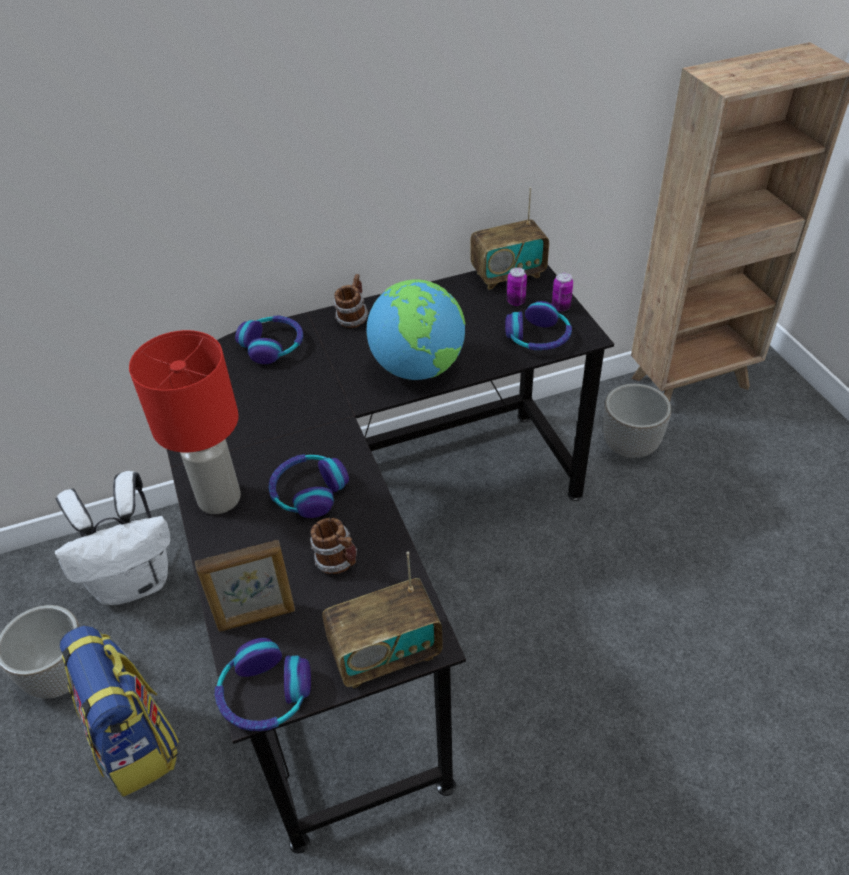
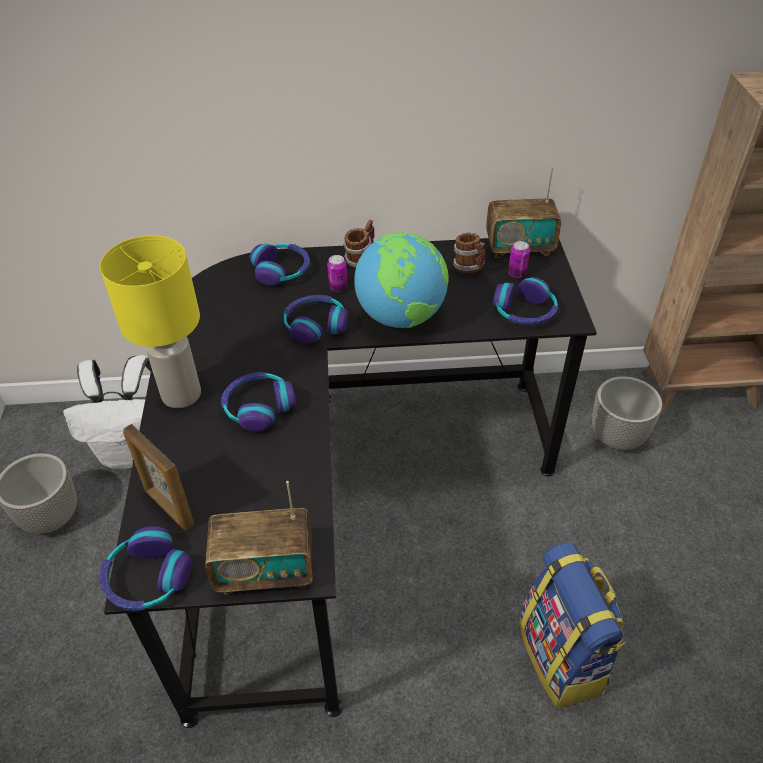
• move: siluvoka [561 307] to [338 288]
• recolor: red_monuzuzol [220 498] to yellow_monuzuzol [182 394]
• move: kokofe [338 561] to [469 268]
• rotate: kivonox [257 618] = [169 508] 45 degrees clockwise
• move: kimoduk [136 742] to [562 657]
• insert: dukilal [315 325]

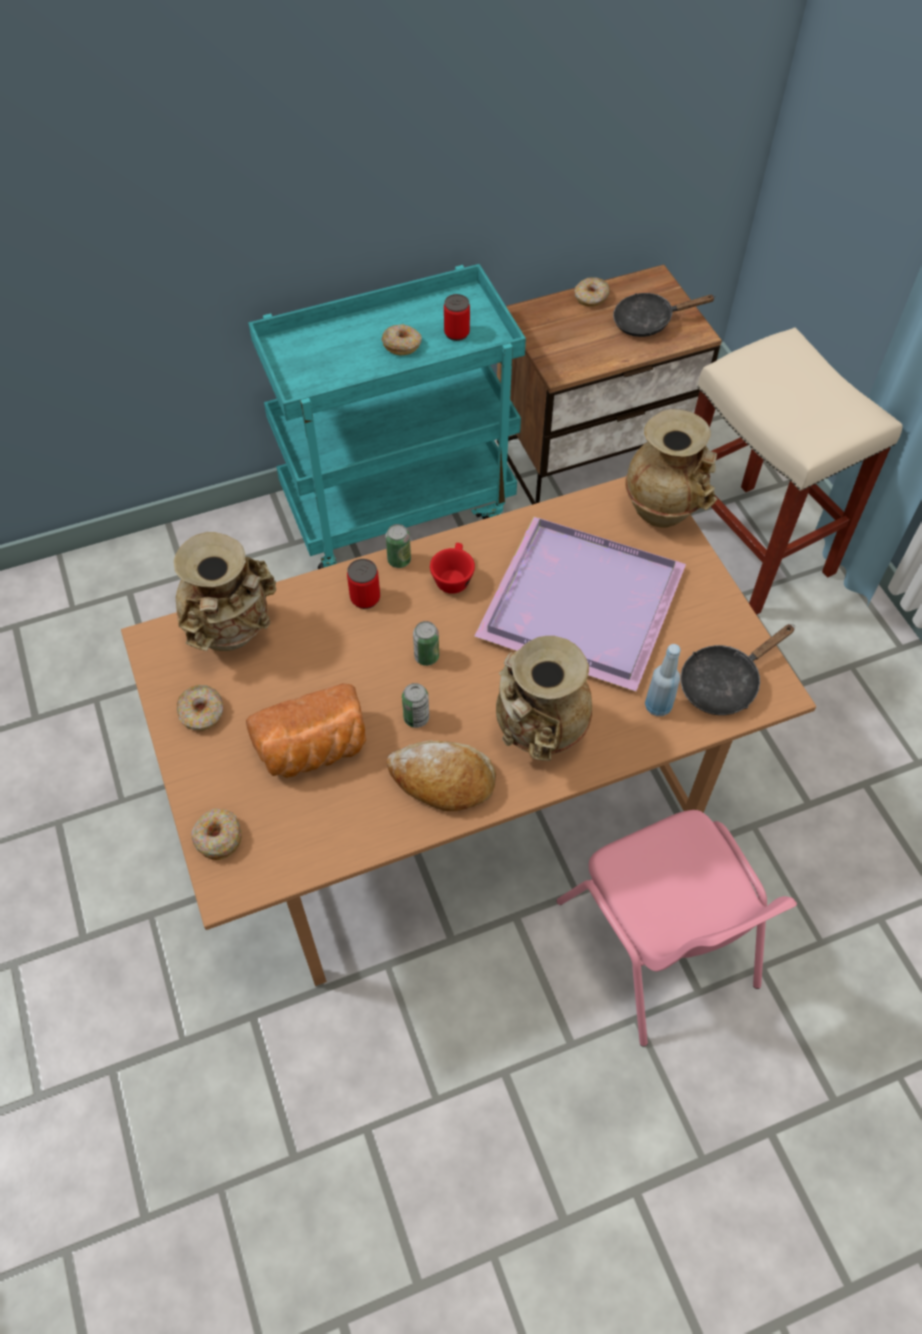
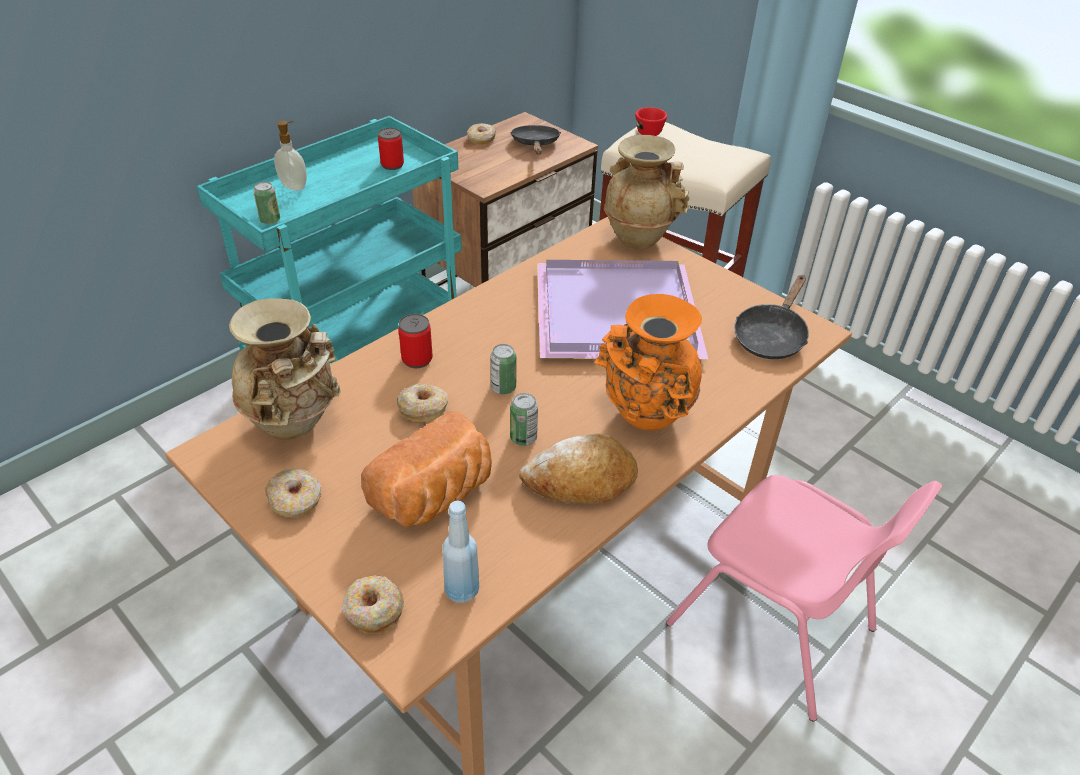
• rotate: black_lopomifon [648 322] = [535 144] 120 degrees clockwise
• move: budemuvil [402 345] to [423 408]
• move: siluvoka [399 560] to [270 220]
• move: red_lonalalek [453 577] to [647 131]
• recolor: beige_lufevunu [538 734] to orange_lufevunu [645 417]
• move: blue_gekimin [657 706] to [461 590]
• insert: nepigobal [294 186]

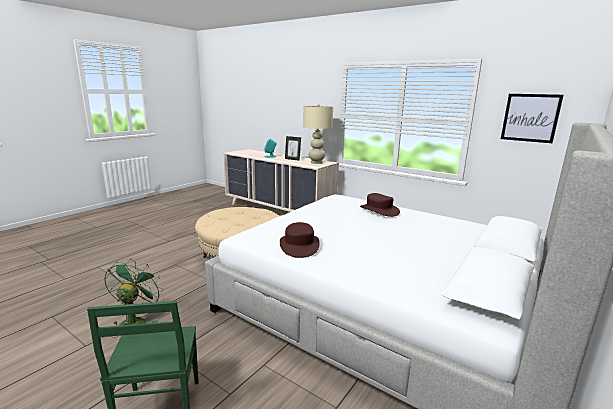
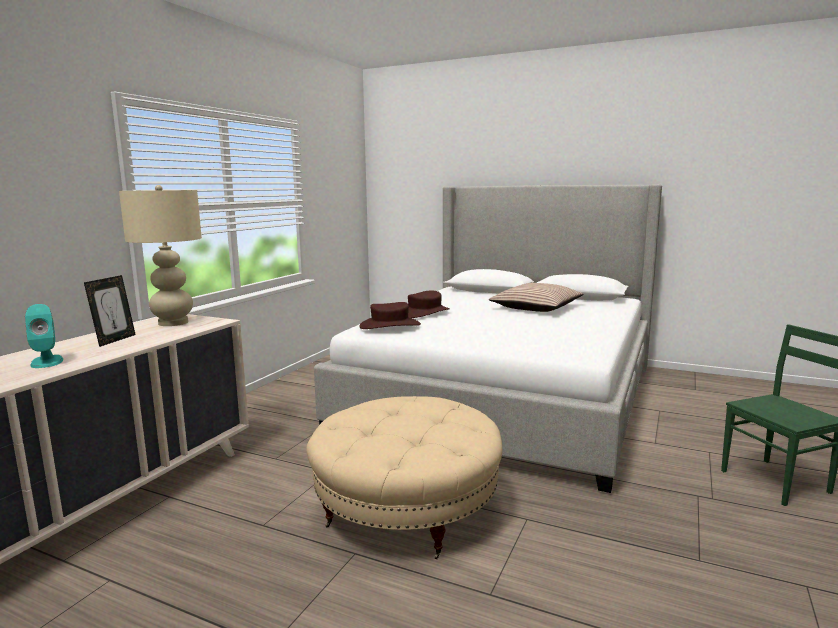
• delete: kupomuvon [530 118]
• move: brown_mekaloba [299 246] to [390 325]
• delete: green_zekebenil [134 322]
• insert: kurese [536 308]

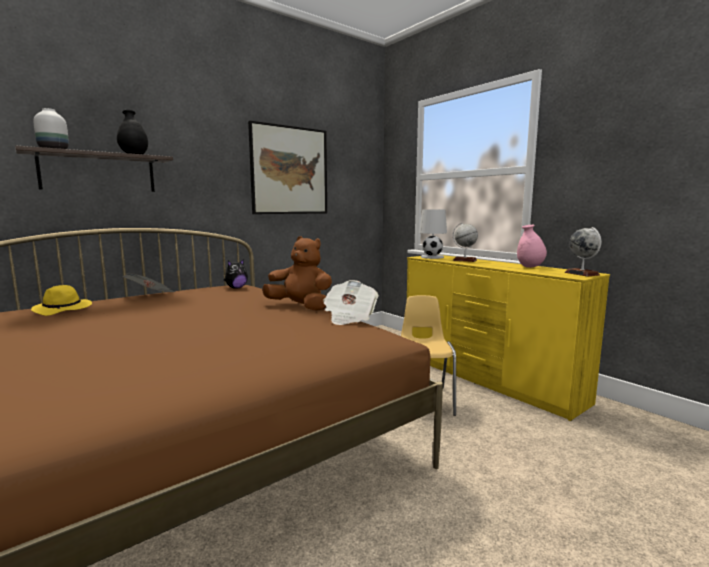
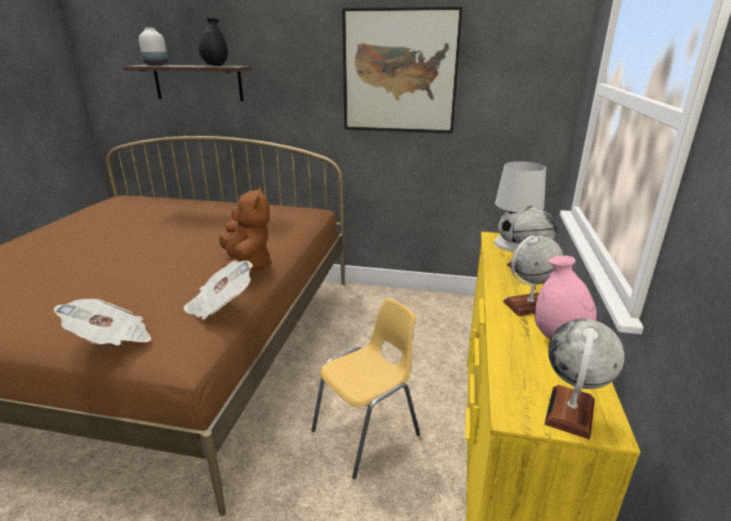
• delete: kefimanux [236 288]
• move: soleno [151 296] to [111 340]
• delete: yellow_mekaloba [63 310]
• insert: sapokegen [529 306]

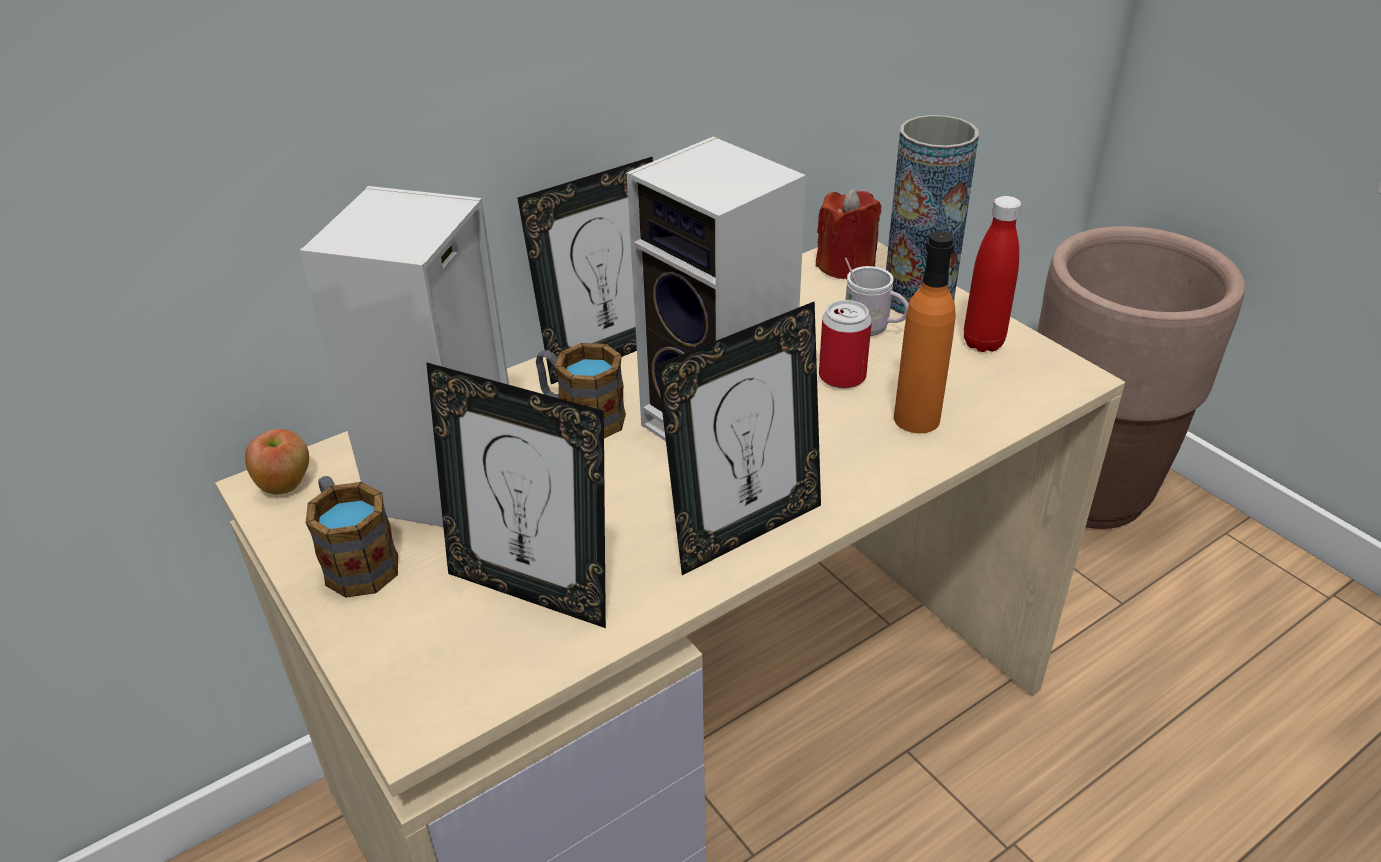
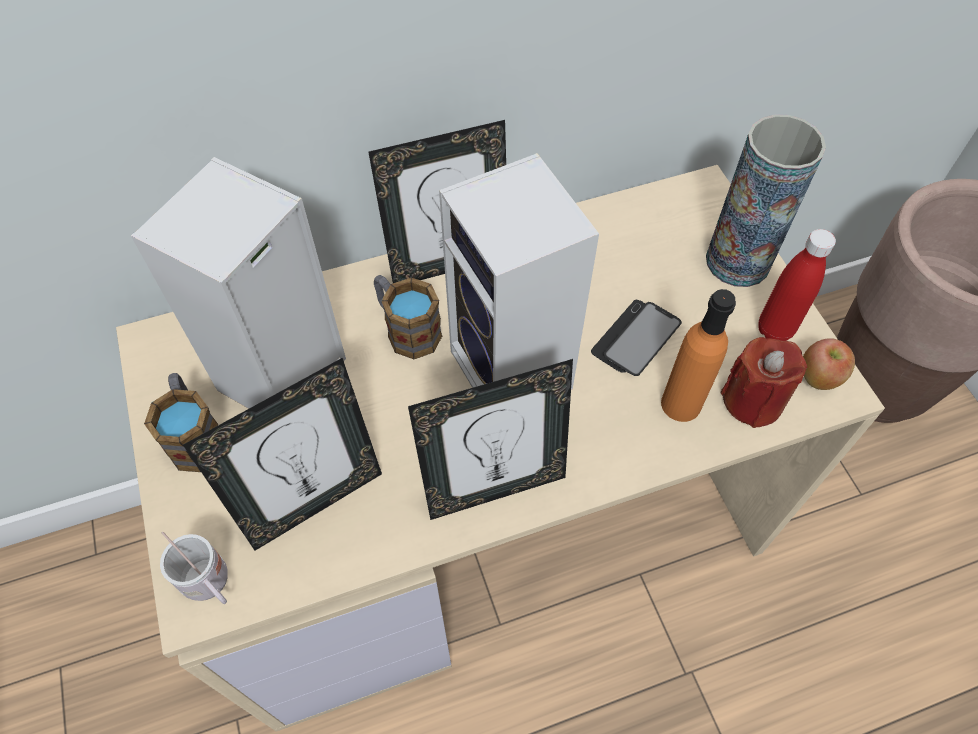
• move: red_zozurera [846 266] to [752 400]
• move: white_kokofe [872 329] to [211 585]
• replace: siluvoka [842 376] to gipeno [635 339]
• rotate: kivonox [532 589] = [314 502] 75 degrees counterclockwise
• move: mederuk [286 485] to [819 377]

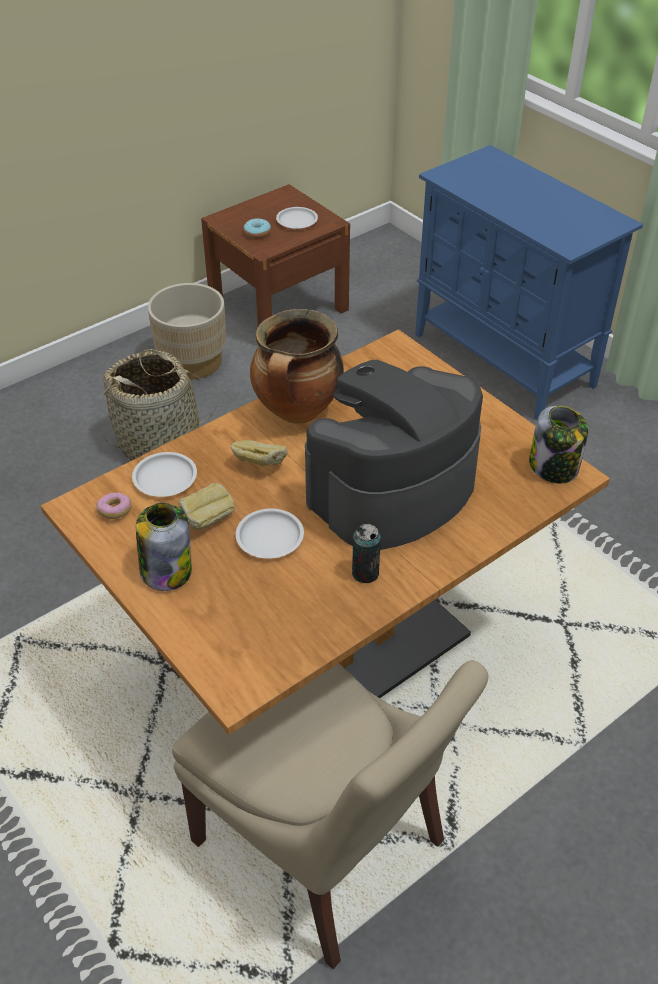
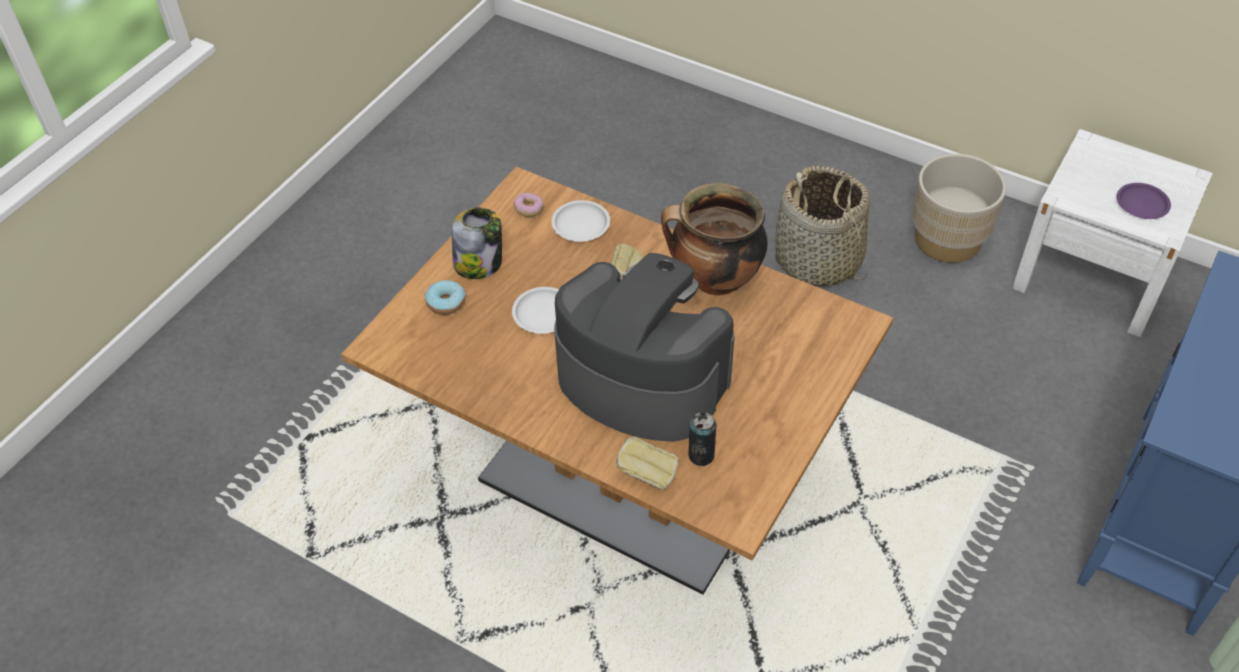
• recolor: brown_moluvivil [278 307] to white_moluvivil [1092 274]
• recolor: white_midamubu [296 221] to purple_midamubu [1141 204]
• move: budemuvil [257 233] to [446 302]
• delete: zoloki [554 467]
• move: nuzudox [207 520] to [647 474]
• move: siluvoka [365 573] to [701 455]
• delete: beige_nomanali [324 847]

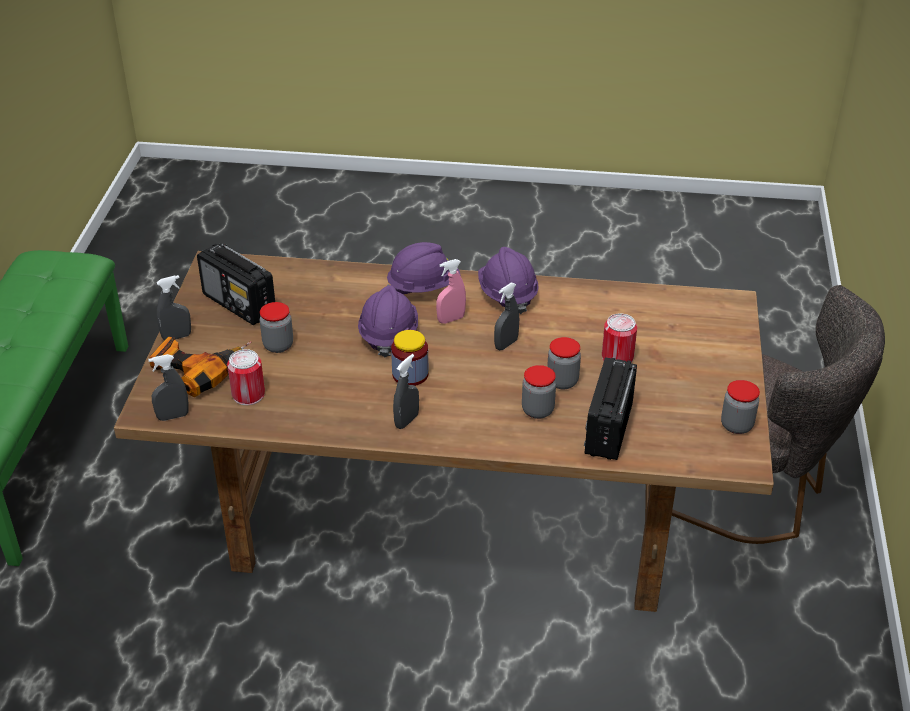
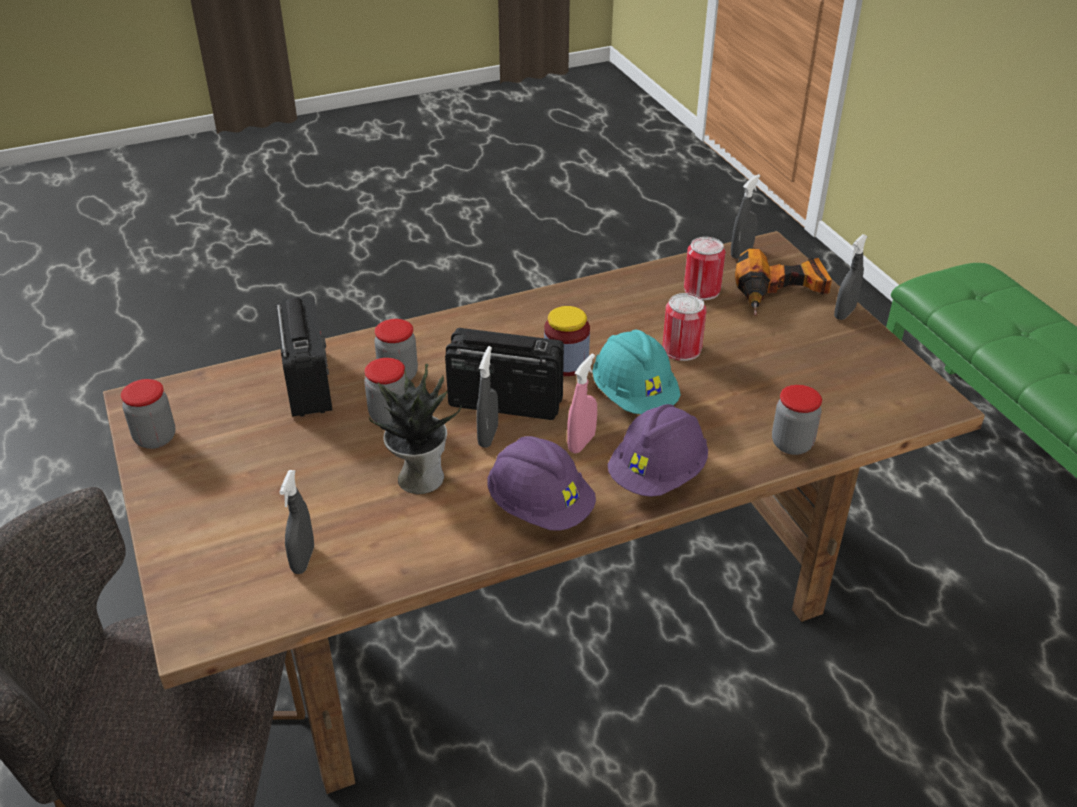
• move: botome [239 304] to [504 401]
• recolor: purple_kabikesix [388 335] to turquoise_kabikesix [634 396]
• move: zoloki [278 345] to [792 444]
• move: siluvoka [617 357] to [681 349]
• move: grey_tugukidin [406 421] to [303 560]
• insert: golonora [419 477]

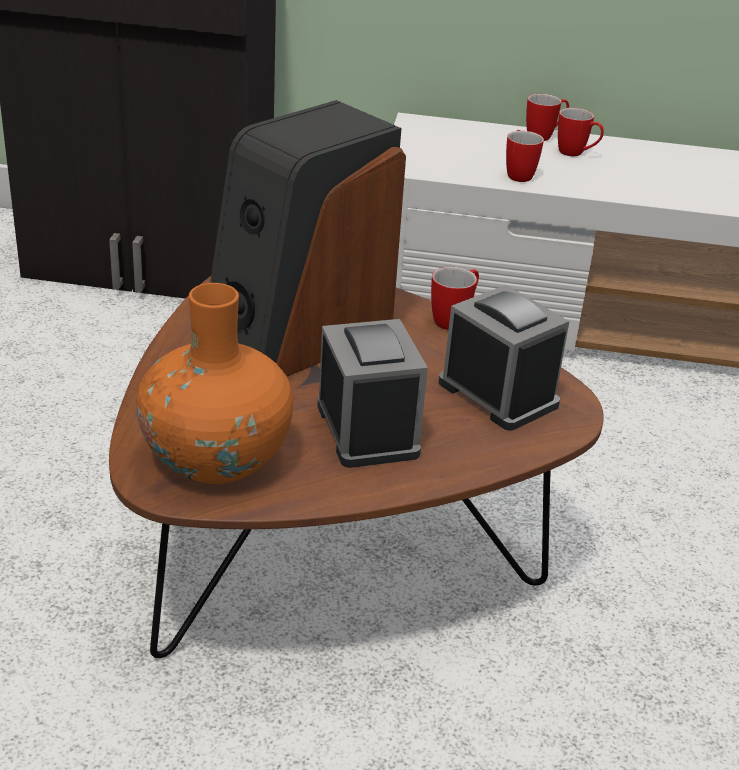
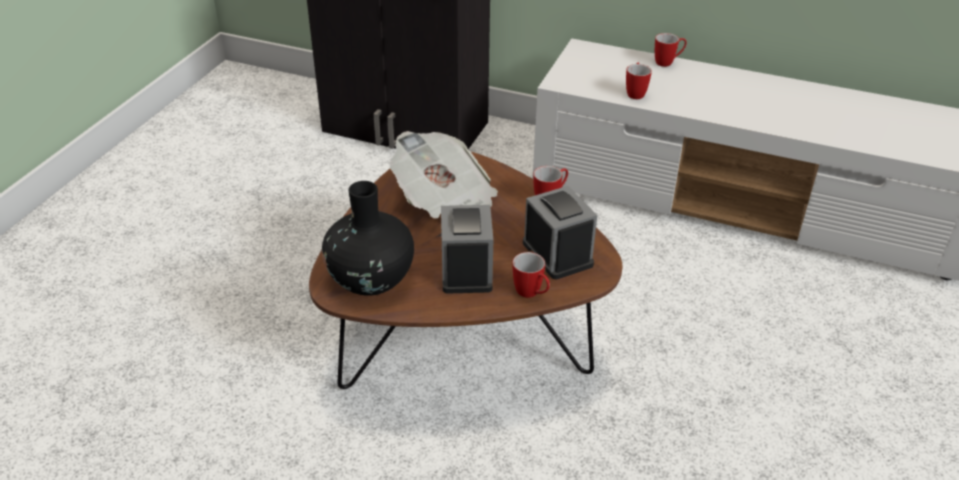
• replace: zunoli [297 338] to soleno [445 204]
• move: kokofe [576 154] to [531 294]
• recolor: orange_lufevunu [216 459] to black_lufevunu [371 279]

